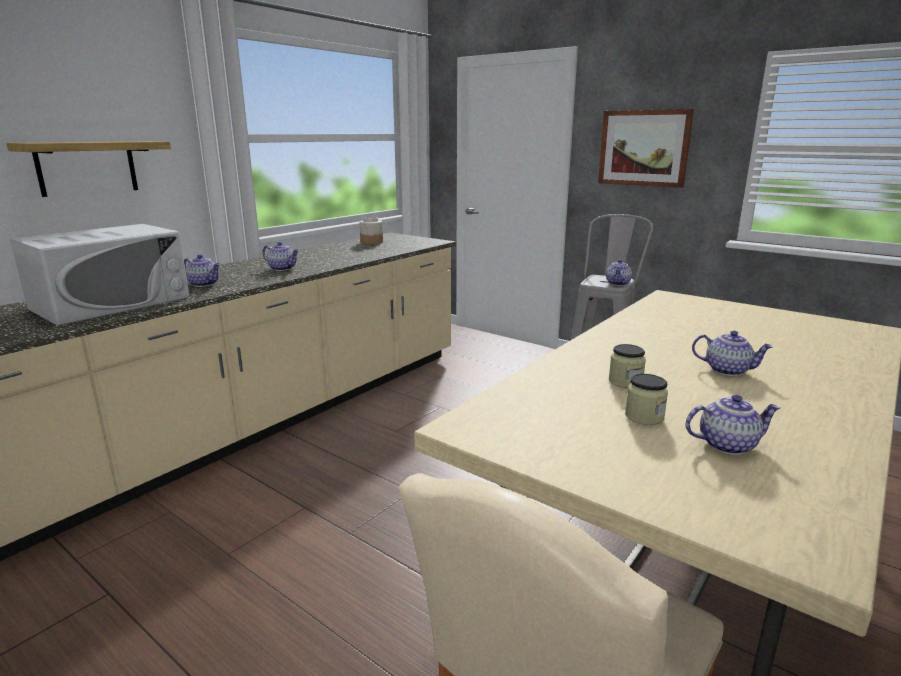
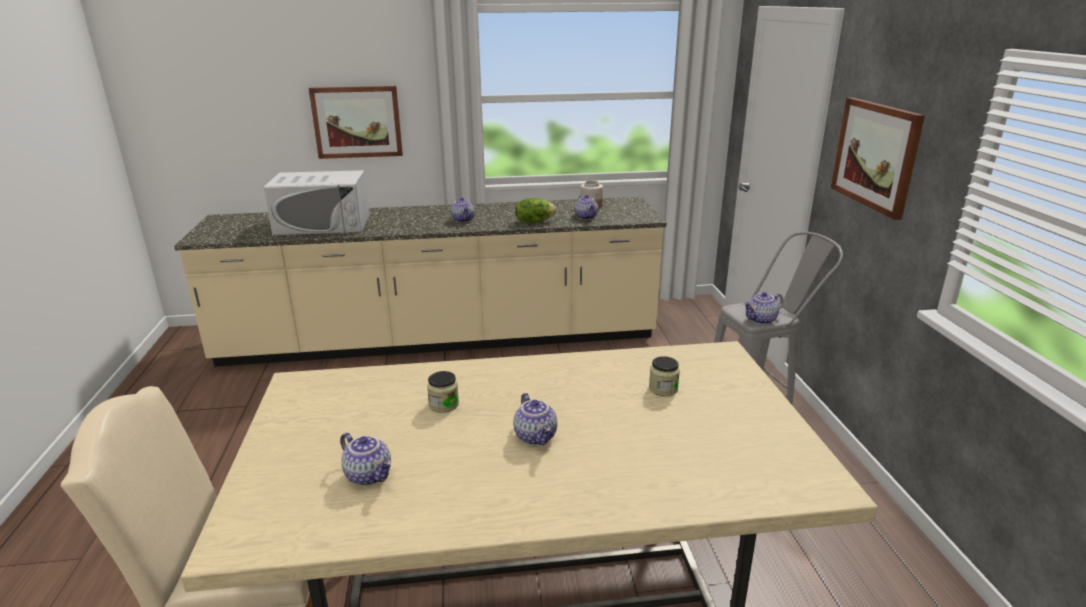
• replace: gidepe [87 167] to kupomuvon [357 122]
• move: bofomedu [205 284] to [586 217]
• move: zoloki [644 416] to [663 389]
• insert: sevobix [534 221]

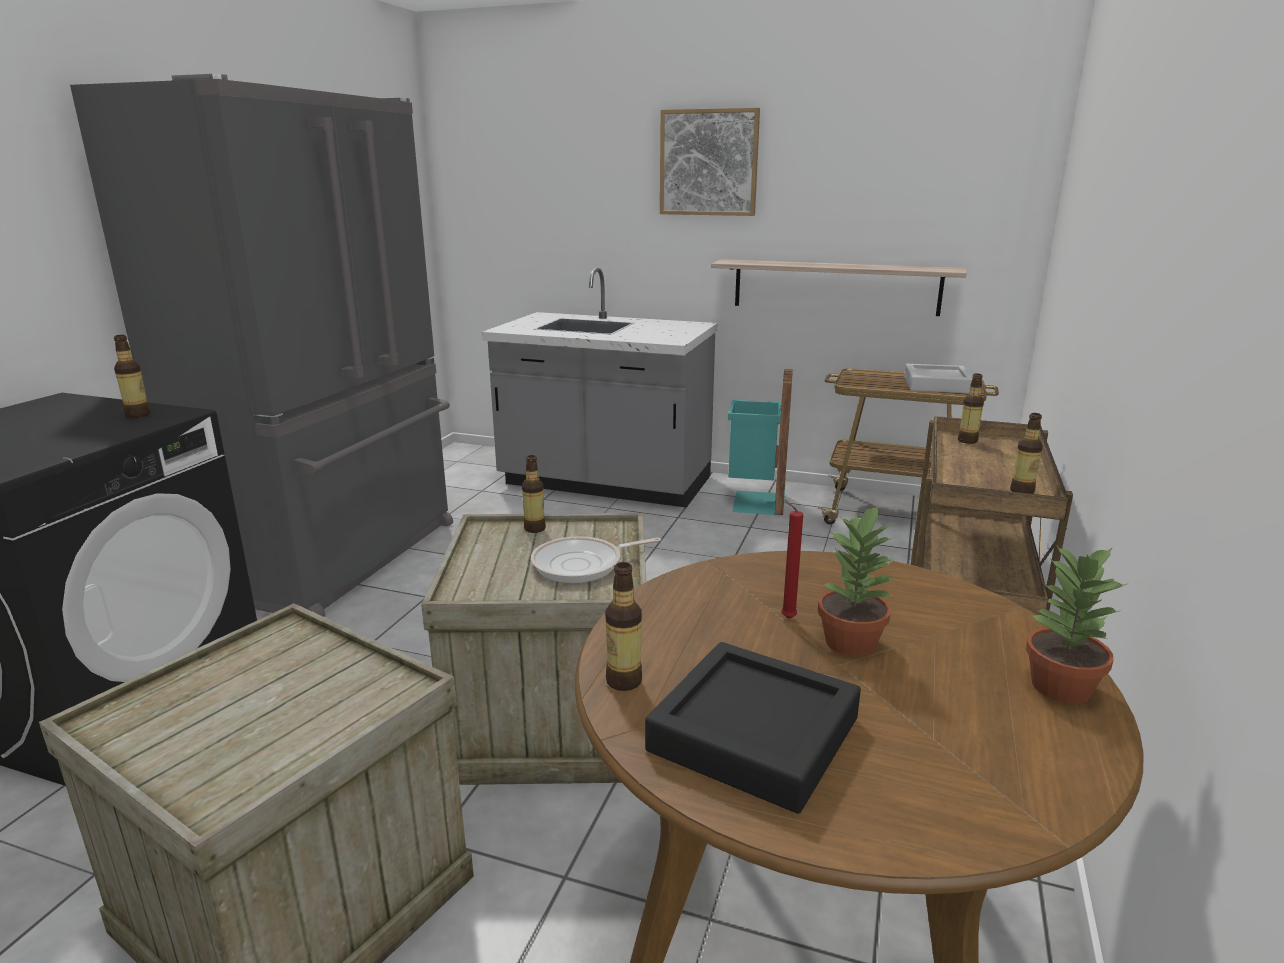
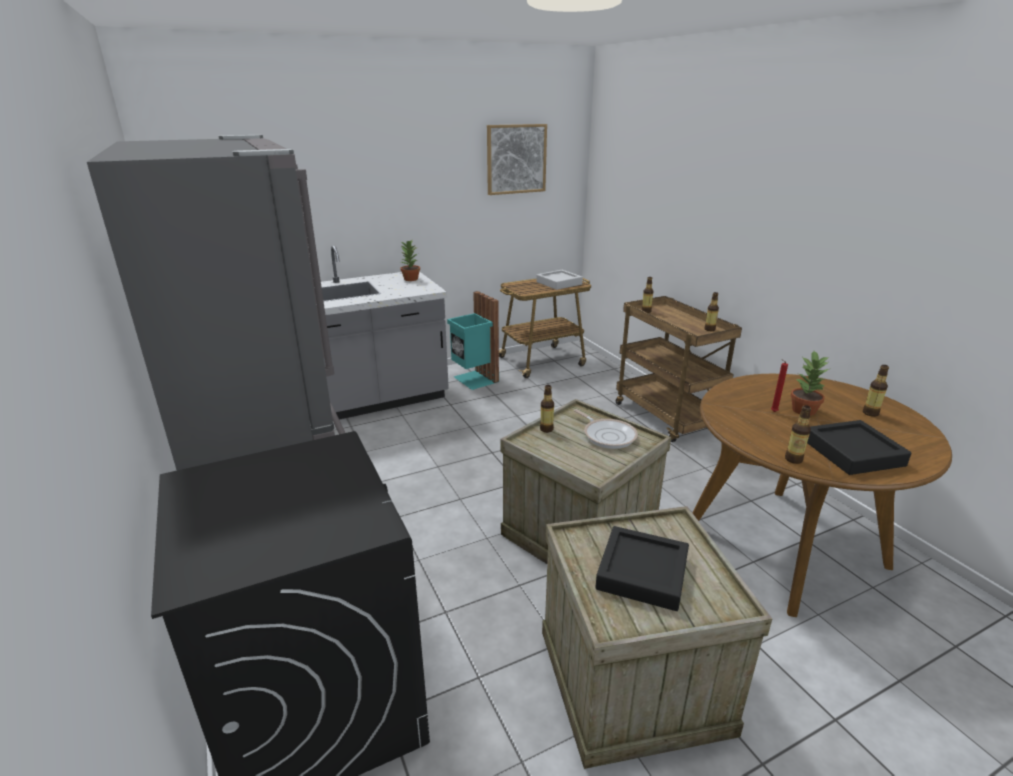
• move: kupomuvon [708 163] to [516 159]
• delete: gidepe [835 287]
• move: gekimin [138 415] to [870 413]
• rotate: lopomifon [582 565] = [607 435] 60 degrees counterclockwise
• move: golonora [1059 687] to [410 279]
• insert: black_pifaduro [642 573]

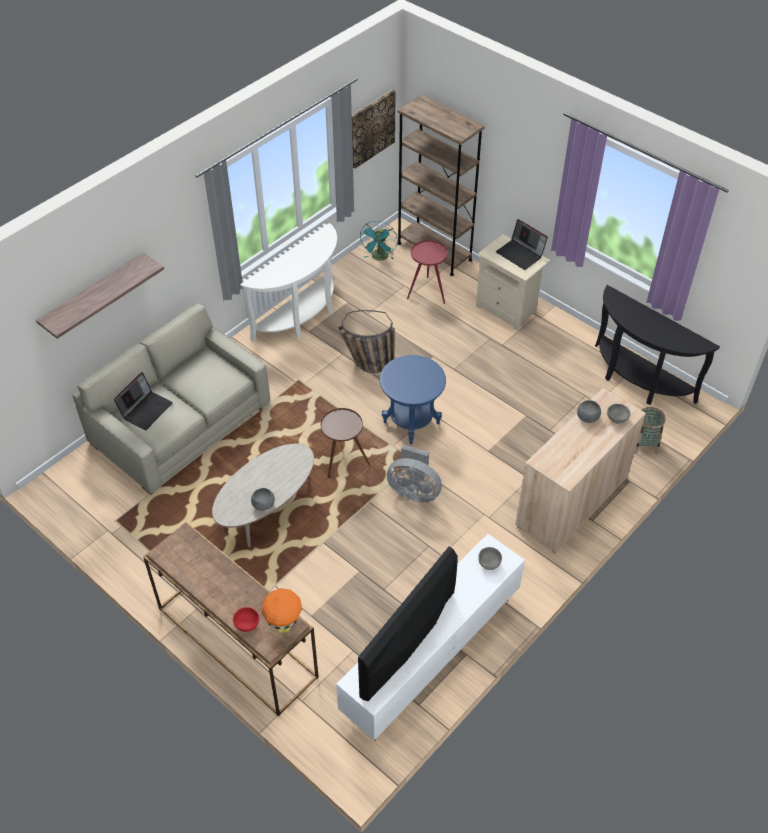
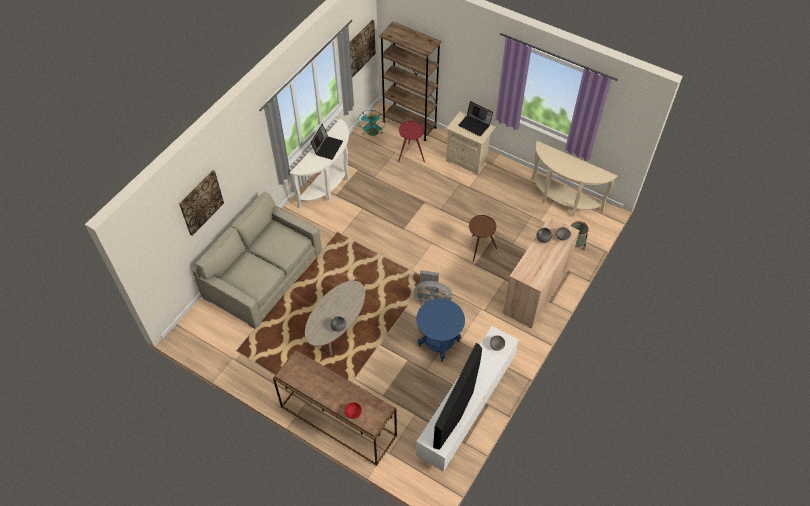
• replace: gidepe [93 295] to kupomuvon [201 202]
• recolor: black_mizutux [637 381] to beige_mizutux [562 201]
• delete: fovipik [366 364]
• move: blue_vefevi [411 423] to [439 343]
• move: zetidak [146 409] to [327 147]
• move: brown_vefevi [343 462] to [479 249]
• delete: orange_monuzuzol [284 626]

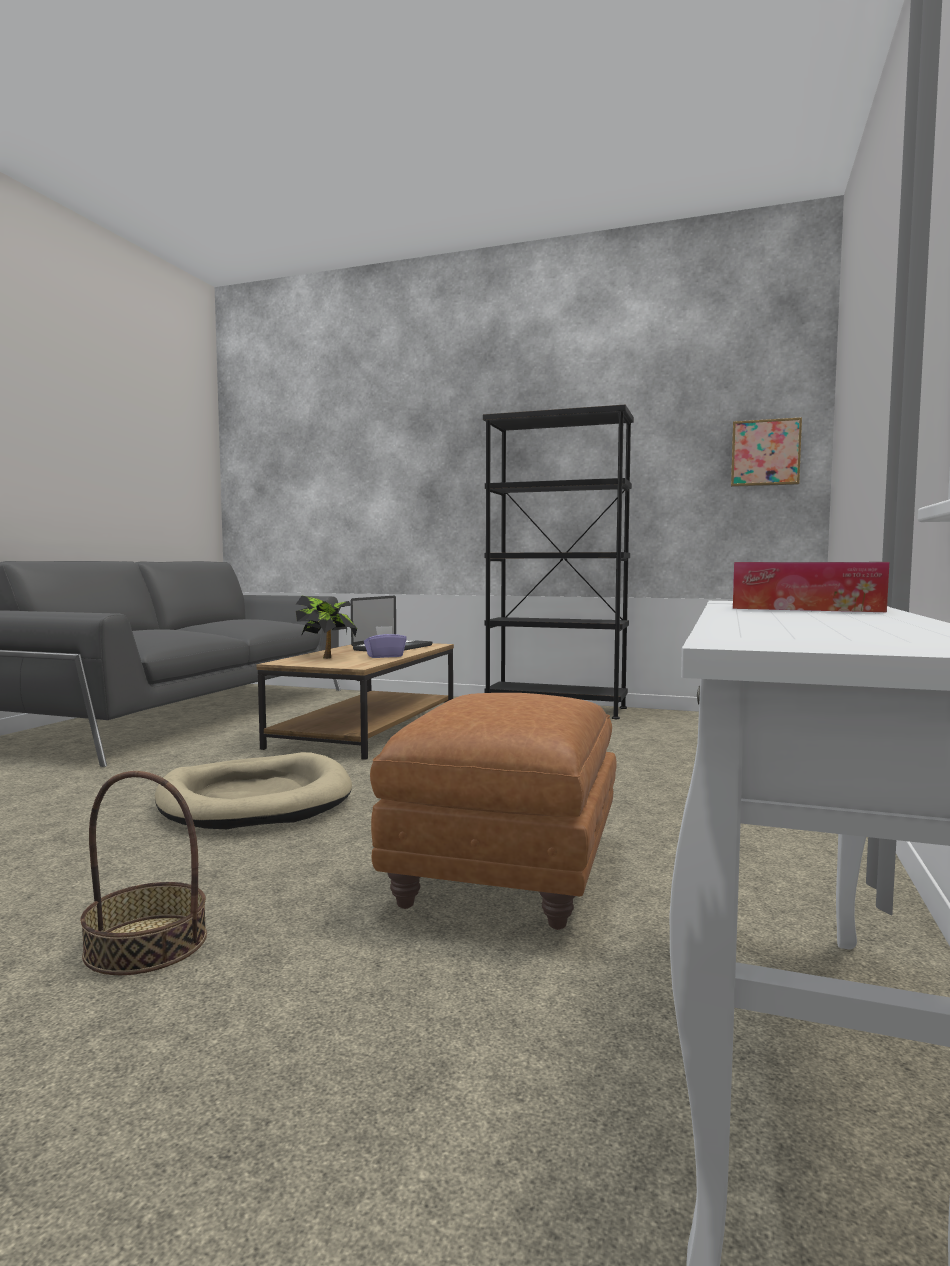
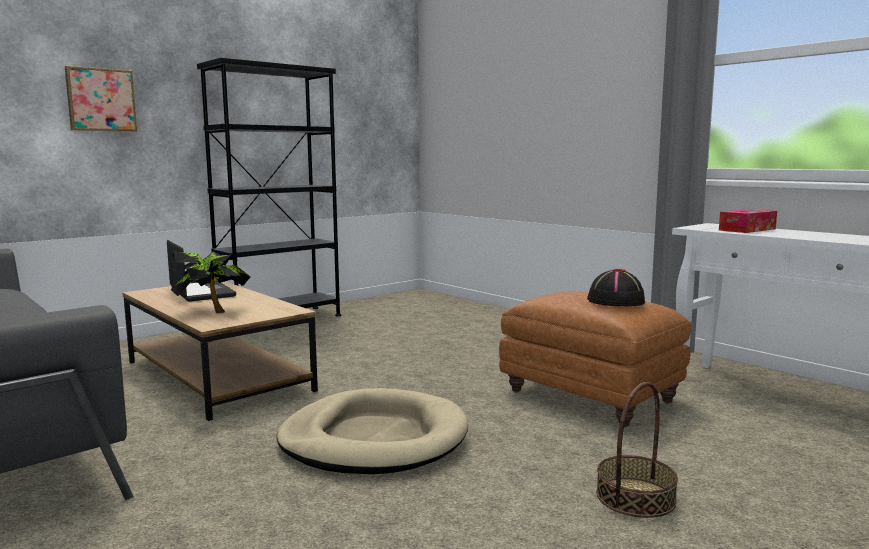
• move: kupomuvon [765 453] to [101 100]
• delete: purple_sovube [385 656]
• insert: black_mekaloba [615 301]

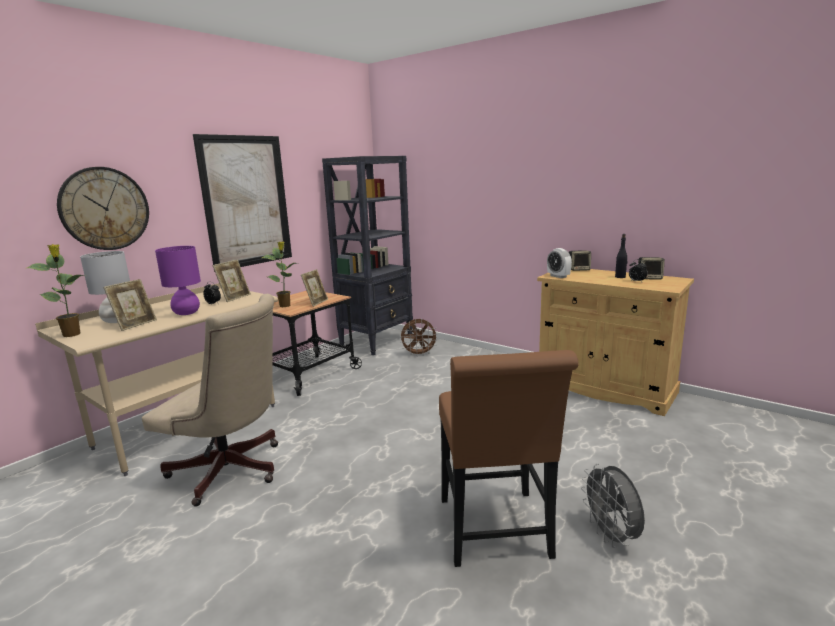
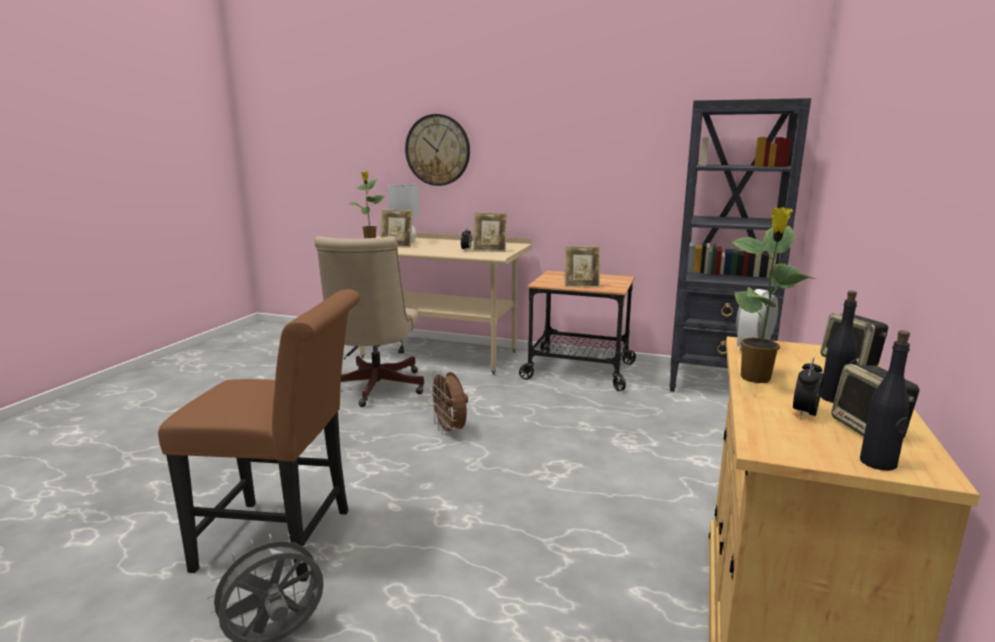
• delete: kupomuvon [247 201]
• move: golonora [285 306] to [756 378]
• delete: purple_monuzuzol [186 313]
• move: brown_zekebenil [419 354] to [450 431]
• rotate: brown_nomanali [496 533] = [286 540] 150 degrees counterclockwise
• insert: black_gekimin [878 463]

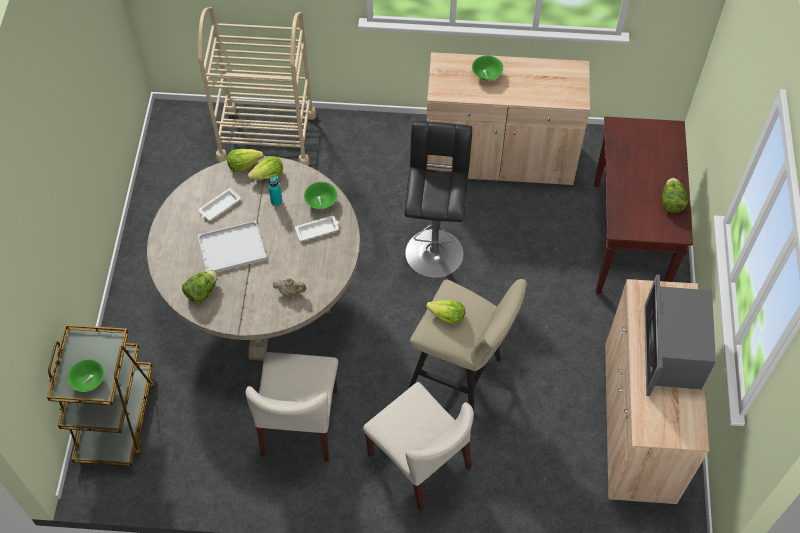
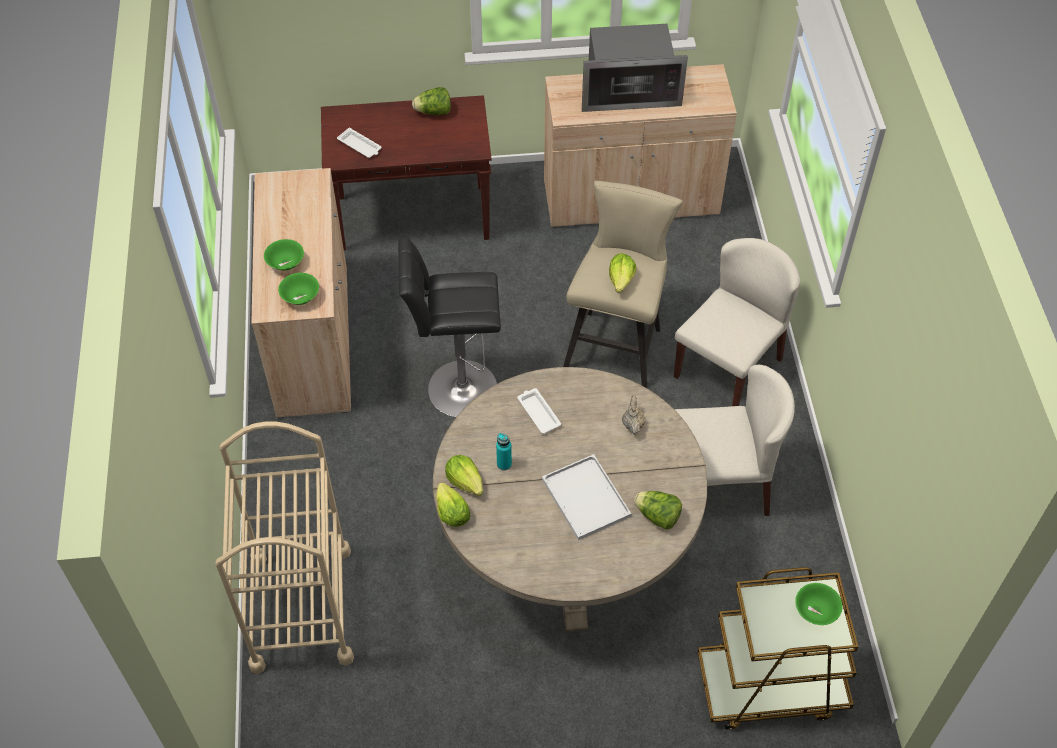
• move: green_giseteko [321 201] to [300 297]
• move: white_pifaduro [219 206] to [360 146]

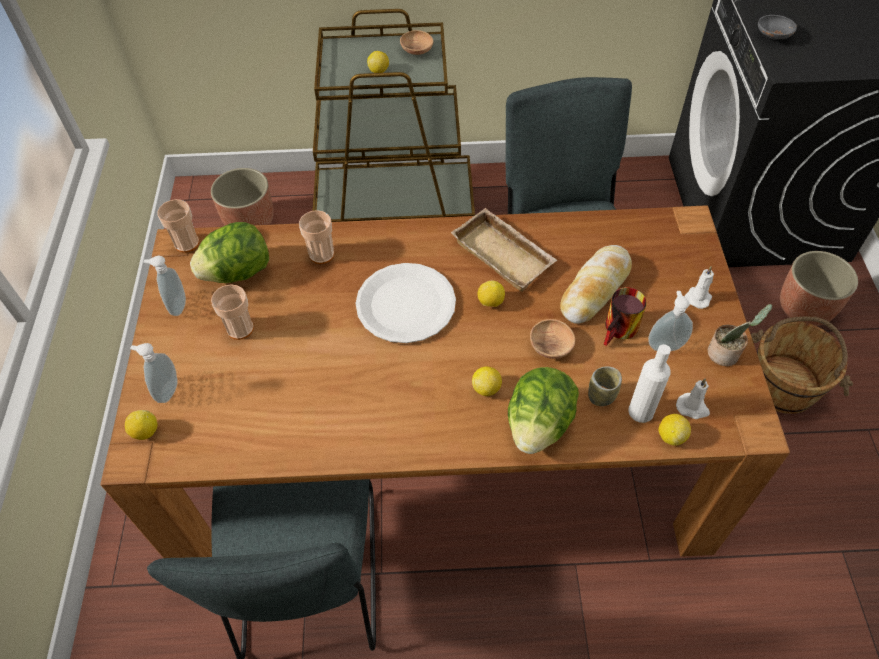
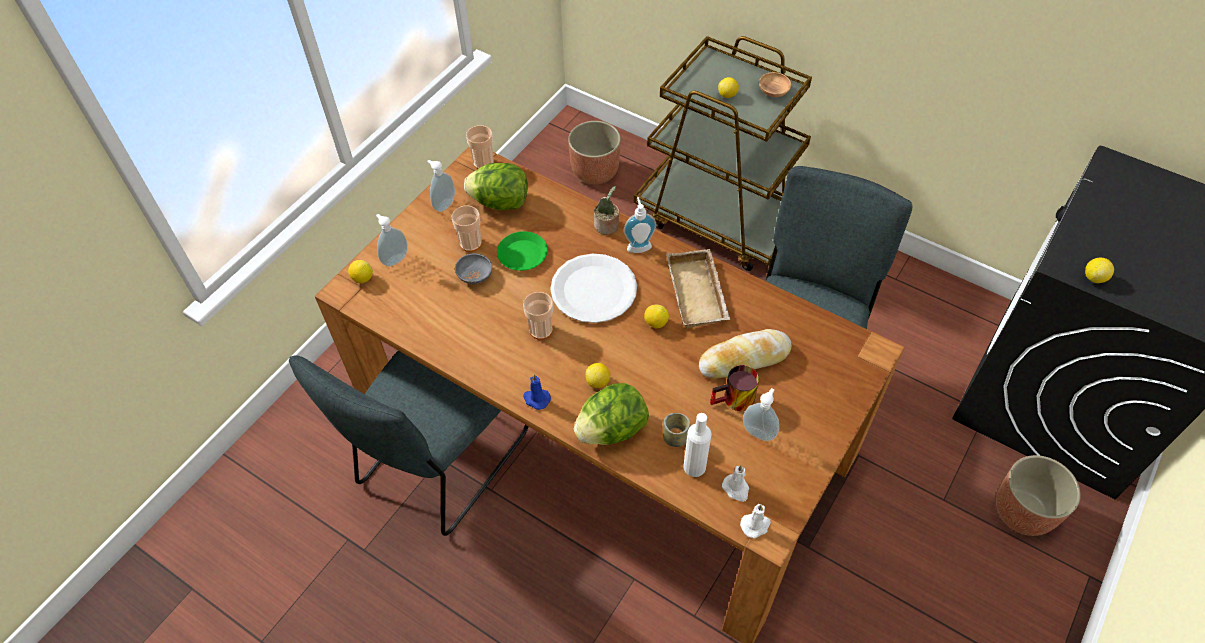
• move: grey_giseteko [773 36] to [475 275]
• move: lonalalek [321 254] to [541 330]
• move: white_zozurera [698 297] to [755 525]
• move: golonora [725 354] to [607 226]
• delete: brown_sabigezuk [784 385]
• delete: brown_giseteko [551 346]
• move: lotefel [671 436] to [1094 277]
• insert: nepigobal [638 245]
• insert: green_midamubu [523 254]
• insert: blue_zozurera [536 399]

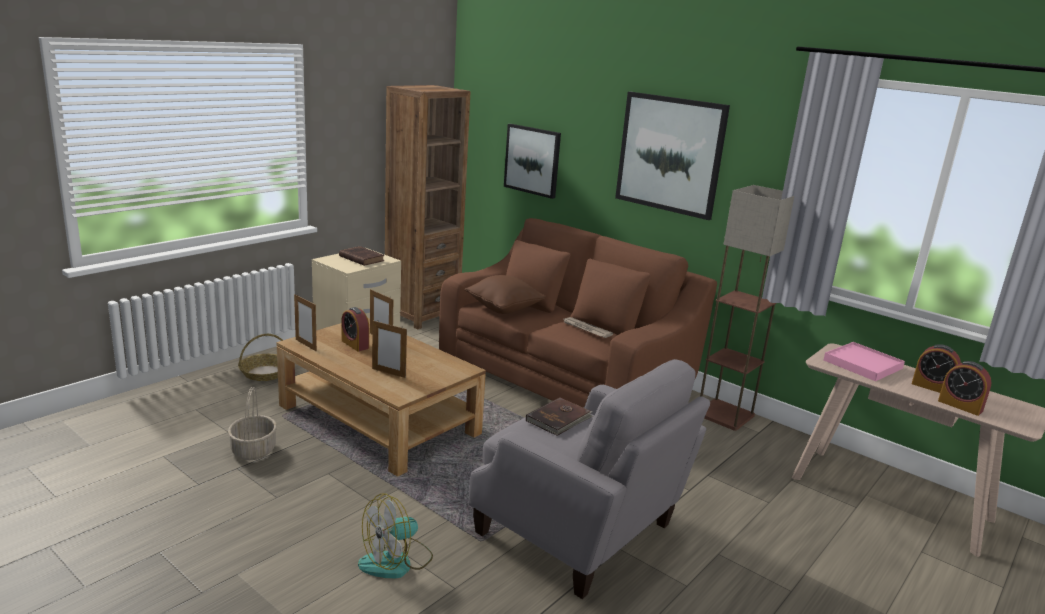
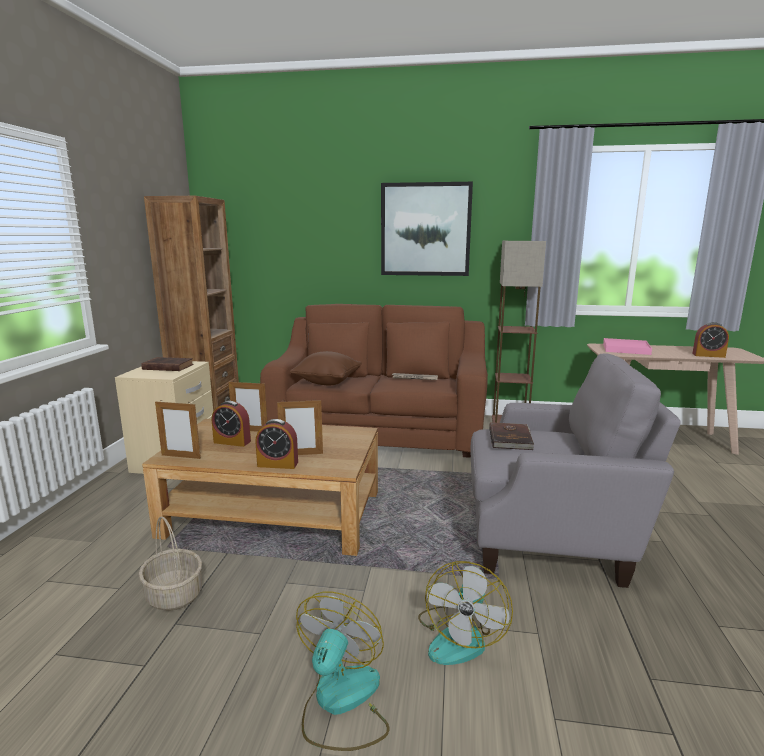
• delete: kupomuvon [532 160]
• delete: fovipik [265 373]
• move: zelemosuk [932 387] to [277 464]
• insert: zekebenil [341 703]

